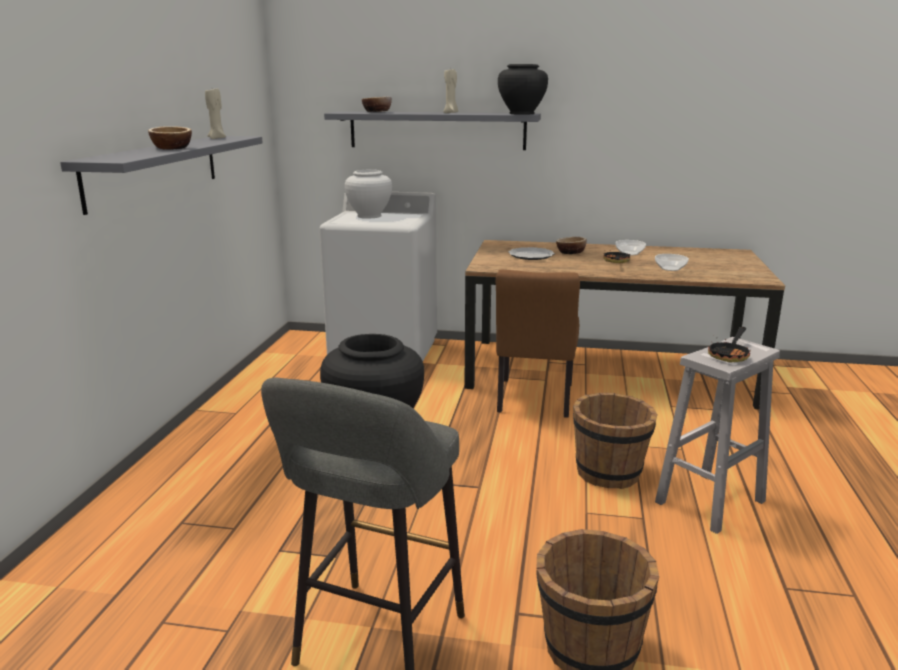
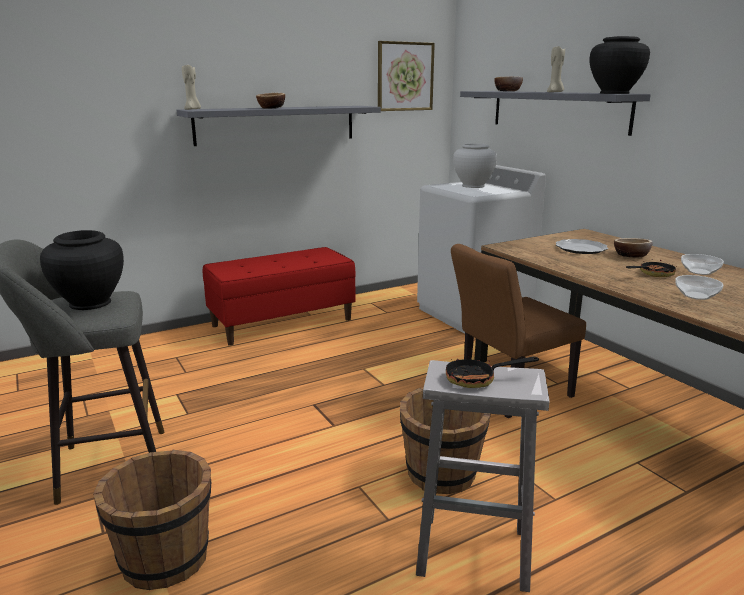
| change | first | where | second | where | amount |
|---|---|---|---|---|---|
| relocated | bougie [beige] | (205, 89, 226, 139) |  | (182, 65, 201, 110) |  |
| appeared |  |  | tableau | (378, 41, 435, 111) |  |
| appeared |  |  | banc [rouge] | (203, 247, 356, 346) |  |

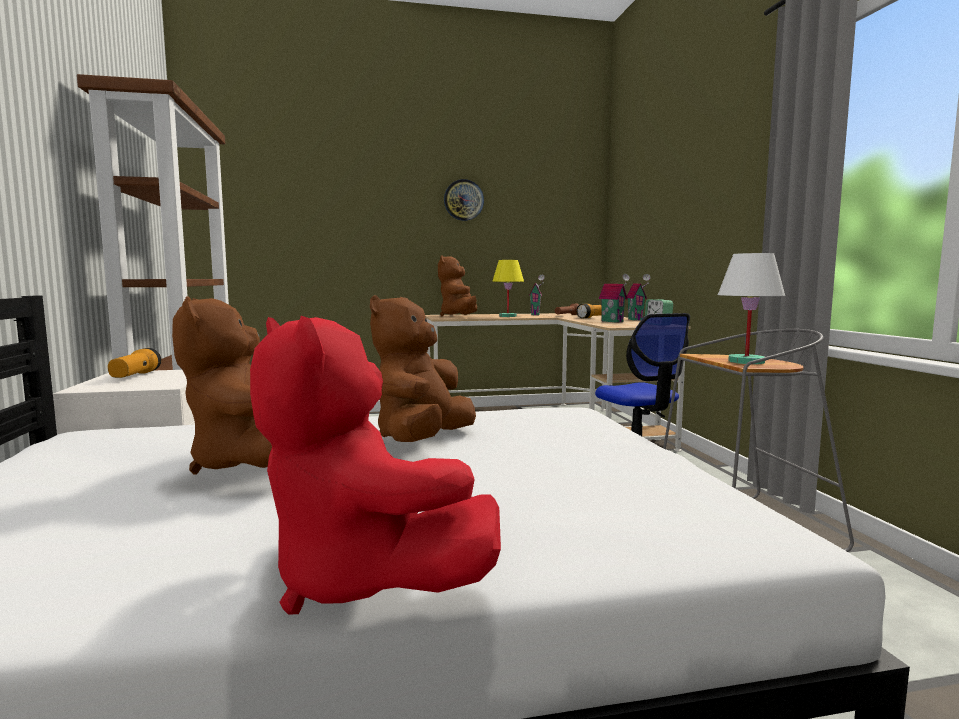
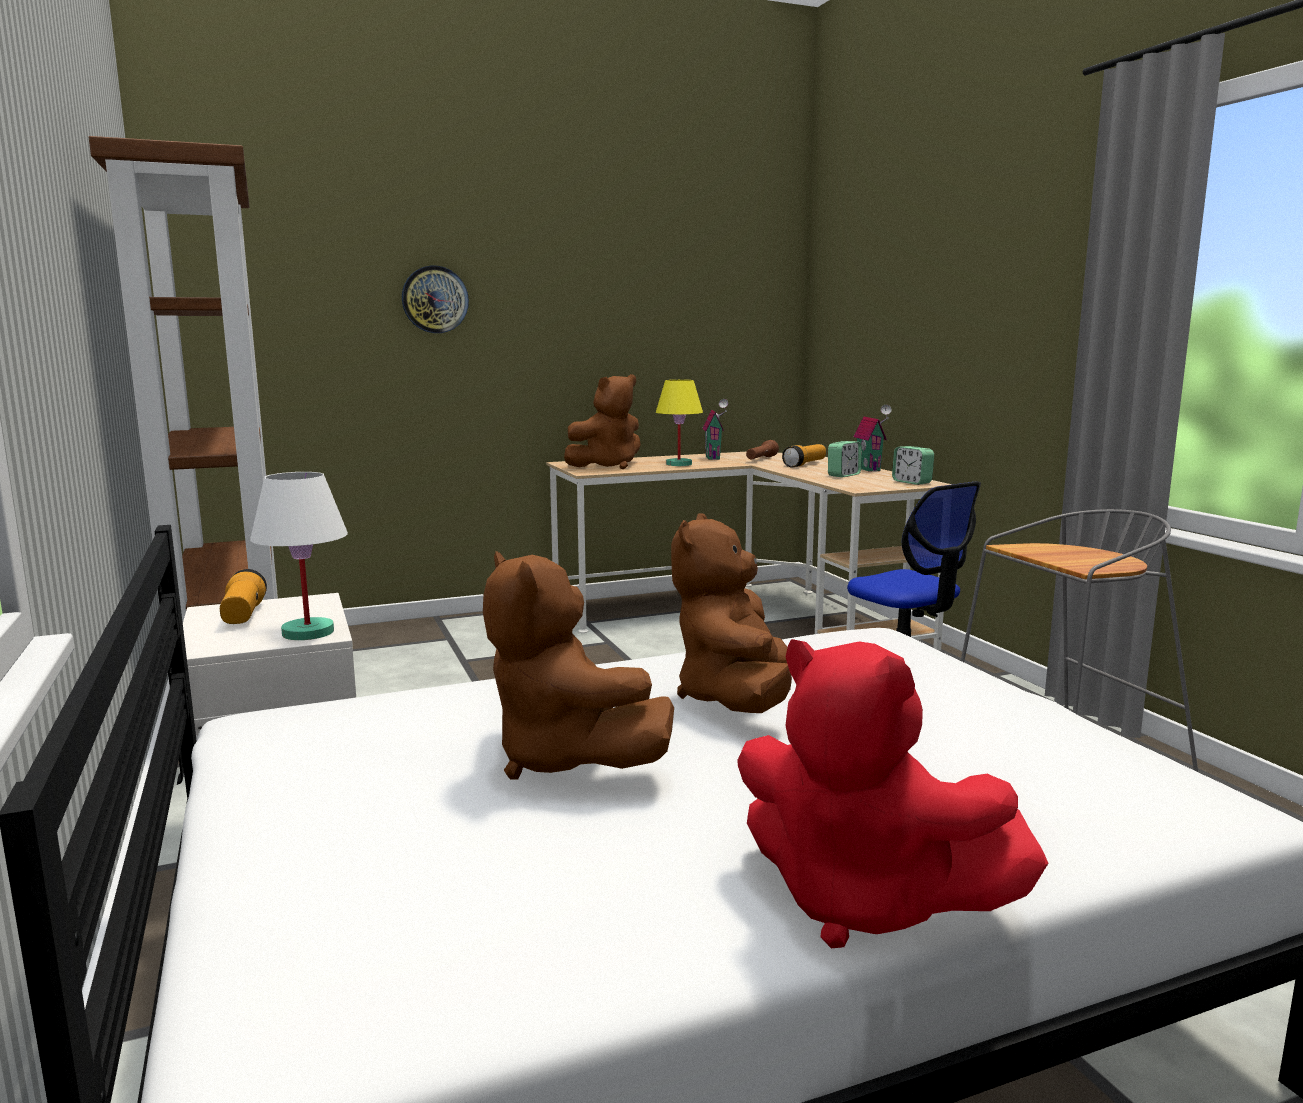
| change | first | where | second | where | amount |
|---|---|---|---|---|---|
| relocated | horloge murale | (444, 179, 484, 221) |  | (402, 266, 469, 333) |  |
| relocated | lampe de table [blanc] | (718, 253, 785, 364) |  | (250, 472, 348, 640) |  |
| spun | peluche [marron] | (438, 255, 477, 317) |  | (564, 374, 641, 469) | 120 degrees counterclockwise |
| exchanged | maison miniature | (599, 274, 630, 323) | réveil | (828, 441, 862, 477) |  |

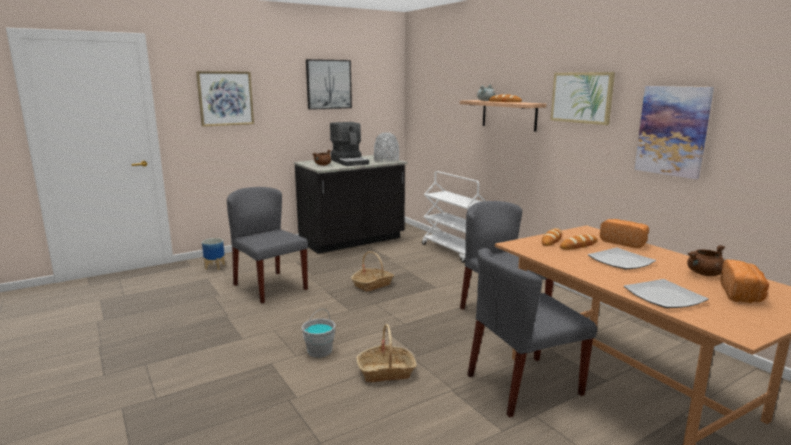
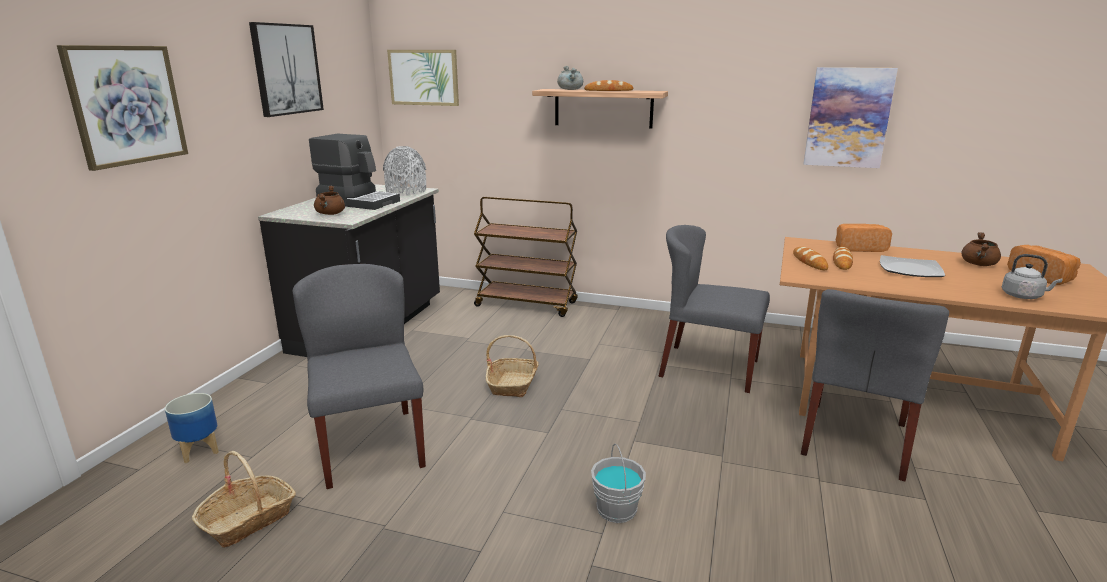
| change | first | where | second | where | amount |
|---|---|---|---|---|---|
| relocated | tableau | (551, 72, 615, 125) |  | (387, 50, 459, 106) |  |
| colour | chariot [blanc] | (422, 171, 486, 263) | chariot [marron] | (474, 197, 578, 317) |  |
| spun | chaise [gris] | (227, 187, 308, 303) |  | (292, 264, 426, 489) | 60 degrees clockwise |
| exchanged | assiette | (624, 279, 709, 308) | bouilloire [gris] | (1002, 254, 1063, 299) |  |
| relocated | panier | (356, 324, 417, 382) |  | (192, 451, 296, 548) |  |

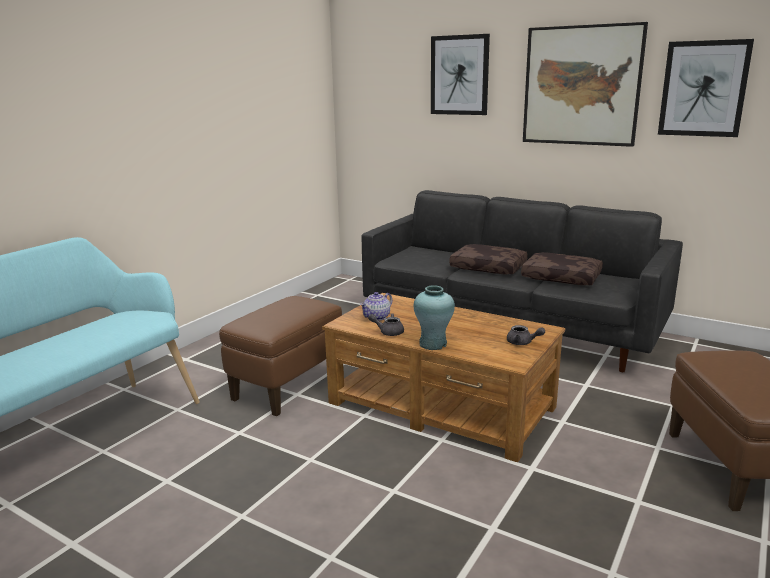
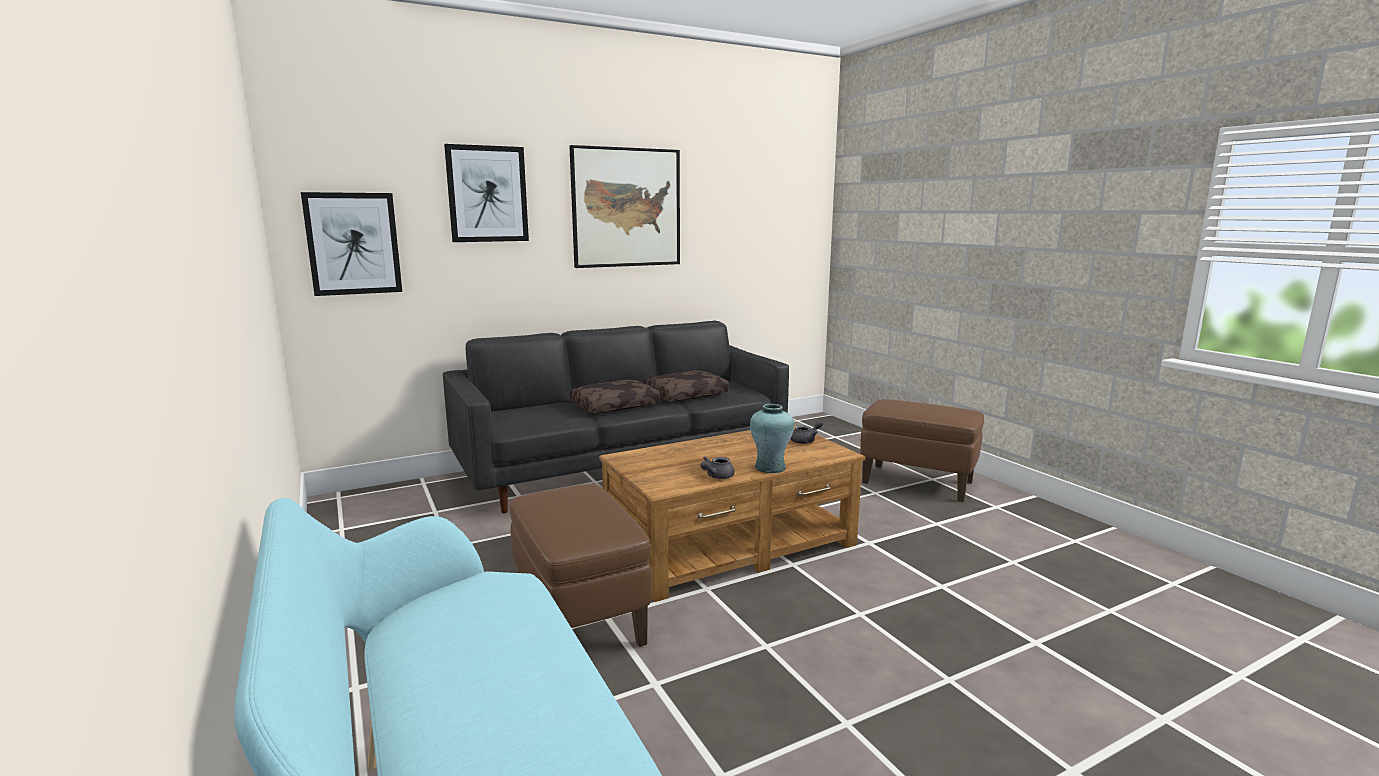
| change | first | where | second | where | amount |
|---|---|---|---|---|---|
| relocated | tableau | (658, 39, 754, 137) |  | (301, 192, 402, 296) |  |
| missing | théière | (360, 292, 392, 321) |  |  |  |

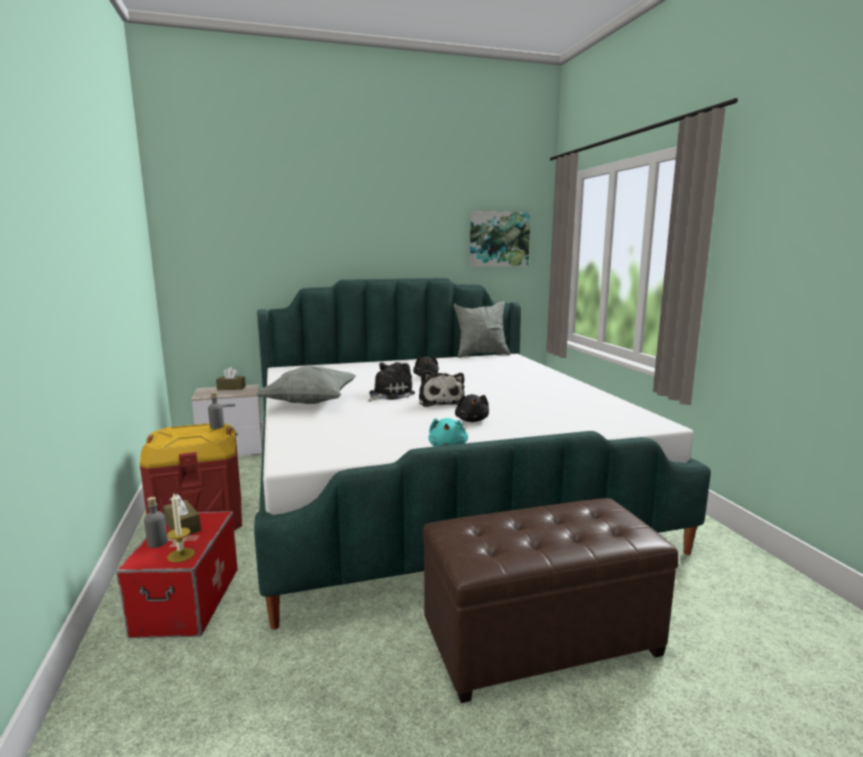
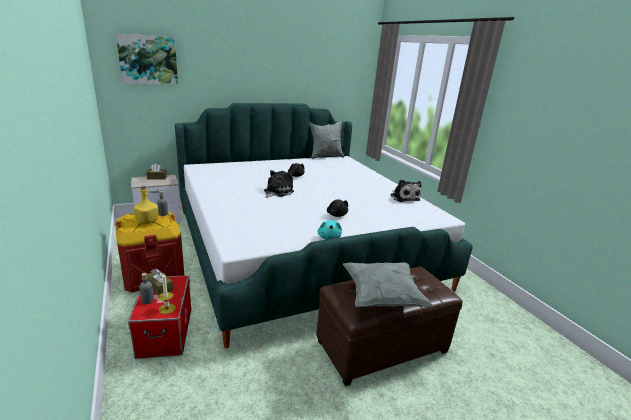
| change | first | where | second | where | amount |
|---|---|---|---|---|---|
| relocated | tableau | (470, 211, 531, 267) |  | (116, 33, 178, 85) |  |
| relocated | coussin [gris] | (256, 366, 356, 404) |  | (343, 262, 433, 307) |  |
| relocated | peluche | (419, 370, 465, 407) |  | (391, 180, 421, 202) |  |
| appeared |  |  | bouteille [jaune] | (133, 186, 158, 224) |  |

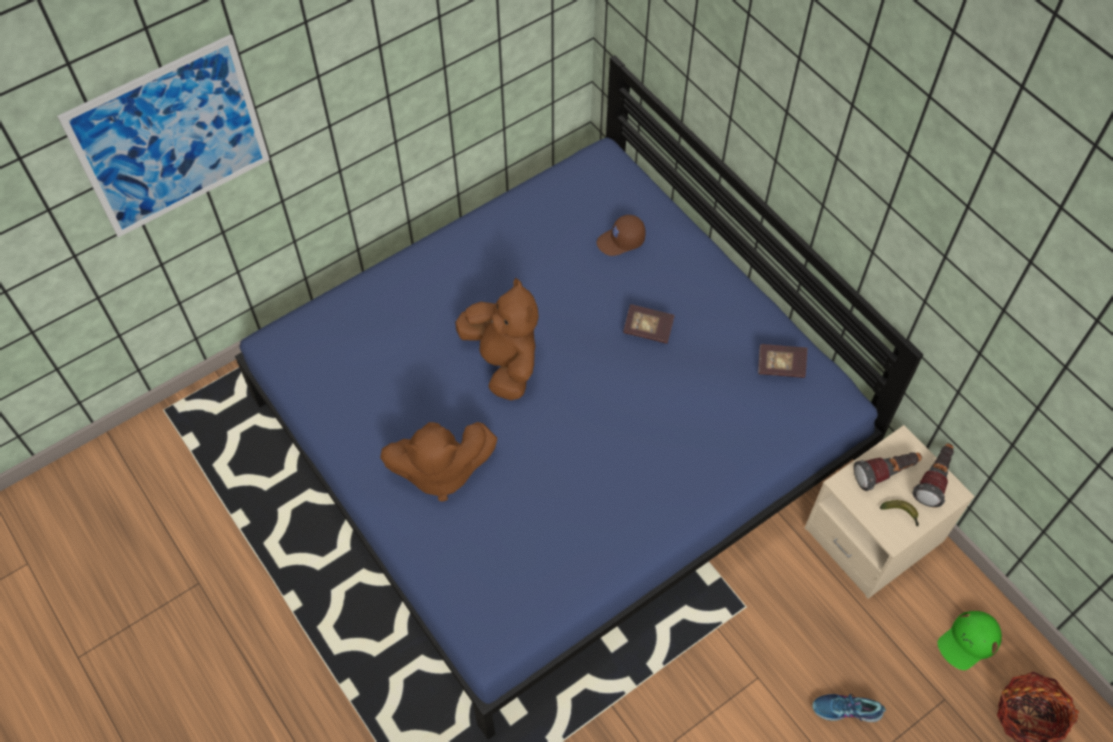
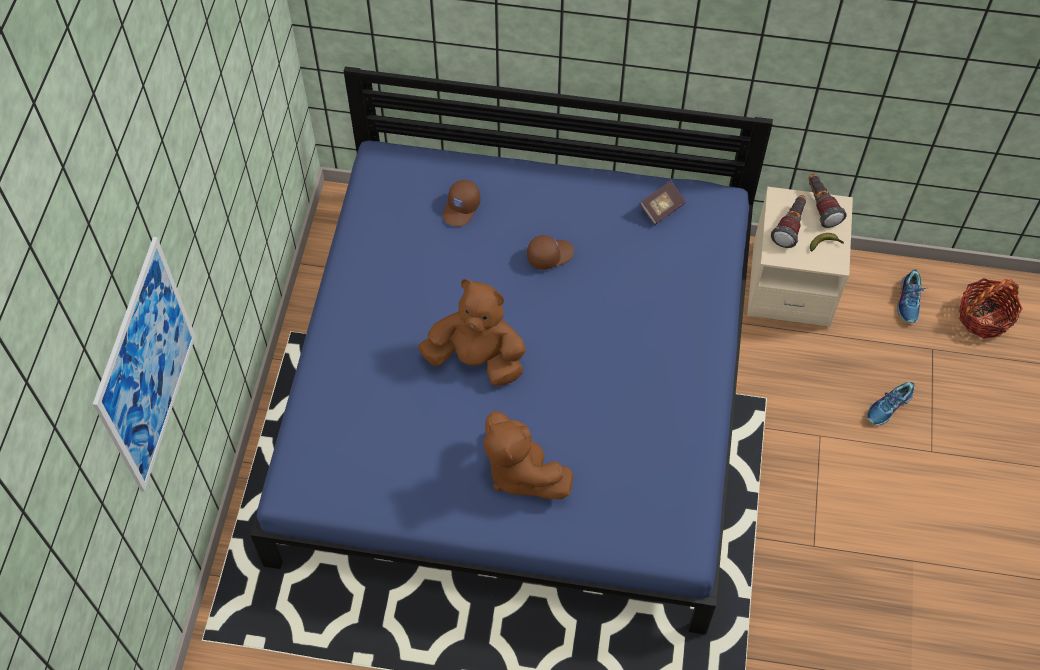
| change | first | where | second | where | amount |
|---|---|---|---|---|---|
| exchanged | livre | (623, 304, 675, 344) | casquette [marron] | (527, 235, 574, 270) |  |
| spun | peluche [marron] | (380, 422, 497, 502) |  | (484, 411, 573, 499) | 105 degrees clockwise |
| exchanged | casquette [vert] | (937, 611, 1002, 670) | chaussure | (897, 269, 926, 323) |  |

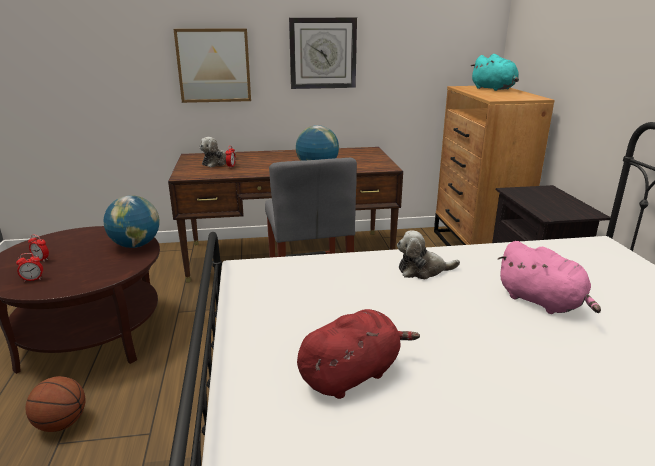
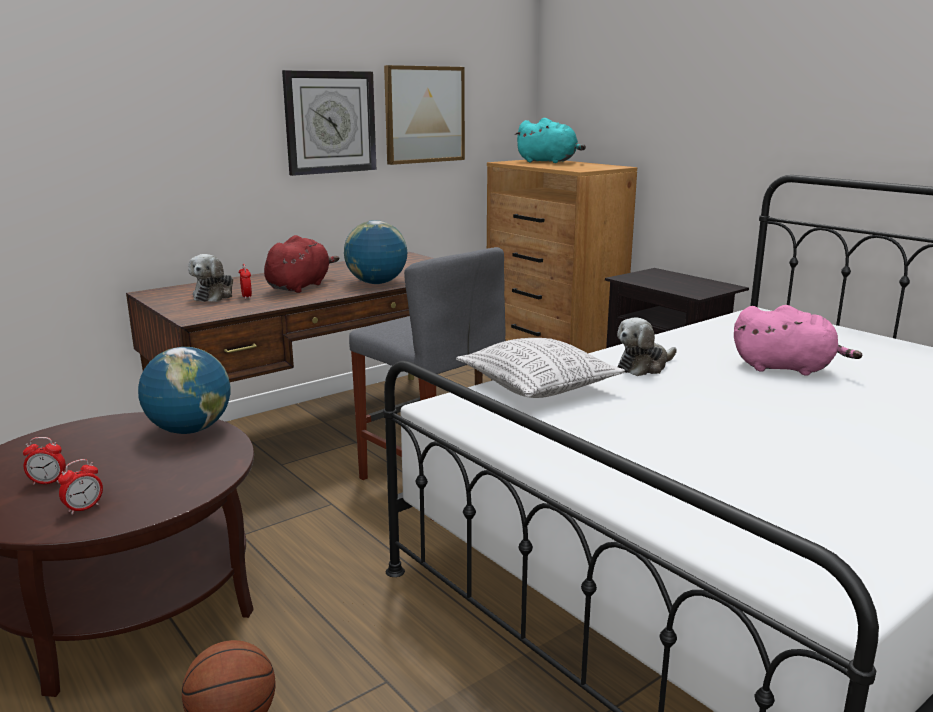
| change | first | where | second | where | amount |
|---|---|---|---|---|---|
| relocated | tableau | (174, 28, 251, 103) |  | (384, 65, 465, 165) |  |
| relocated | peluche [rouge] | (297, 309, 420, 399) |  | (264, 235, 339, 293) |  |
| appeared |  |  | coussin | (456, 338, 625, 398) |  |

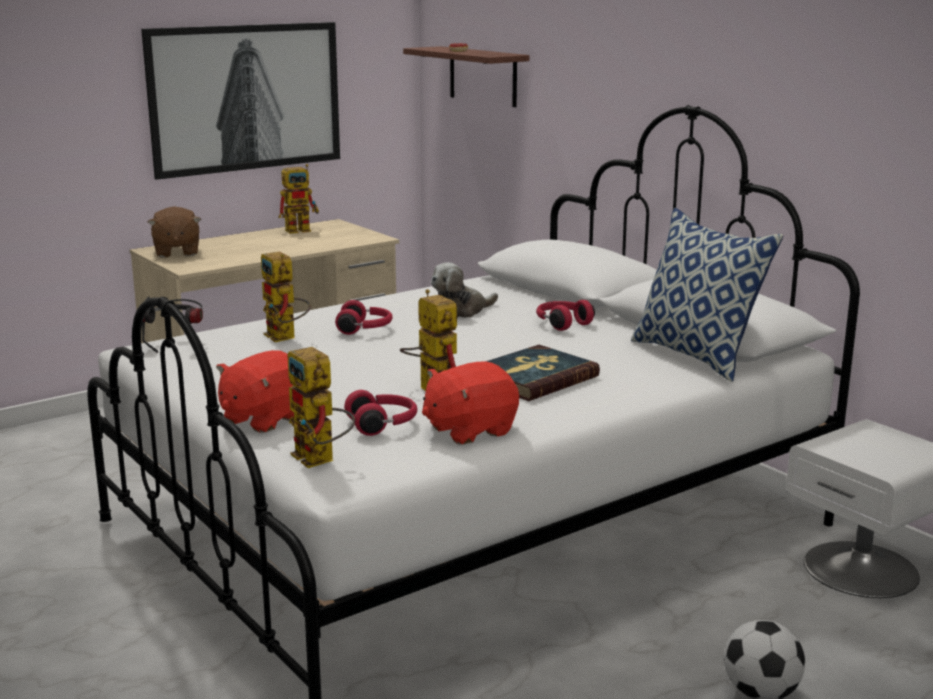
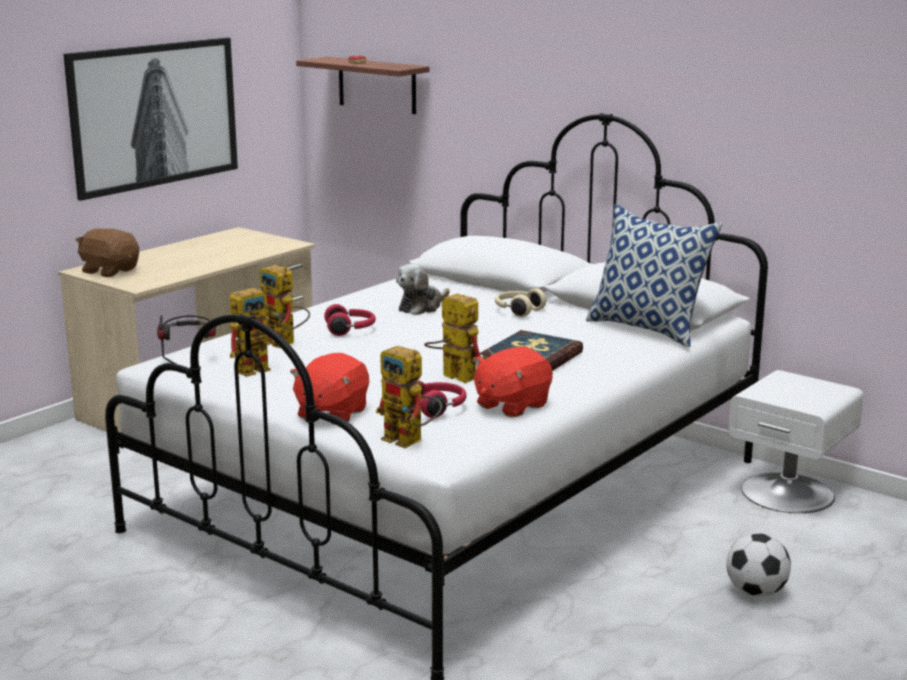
| change | first | where | second | where | amount |
|---|---|---|---|---|---|
| relocated | robot jouet | (279, 164, 319, 234) |  | (230, 284, 278, 377) |  |
| spun | peluche [marron] | (148, 206, 201, 258) |  | (76, 228, 139, 277) | 150 degrees clockwise |
| colour | casque audio [rouge] | (536, 300, 595, 331) | casque audio [beige] | (495, 288, 546, 317) |  |

